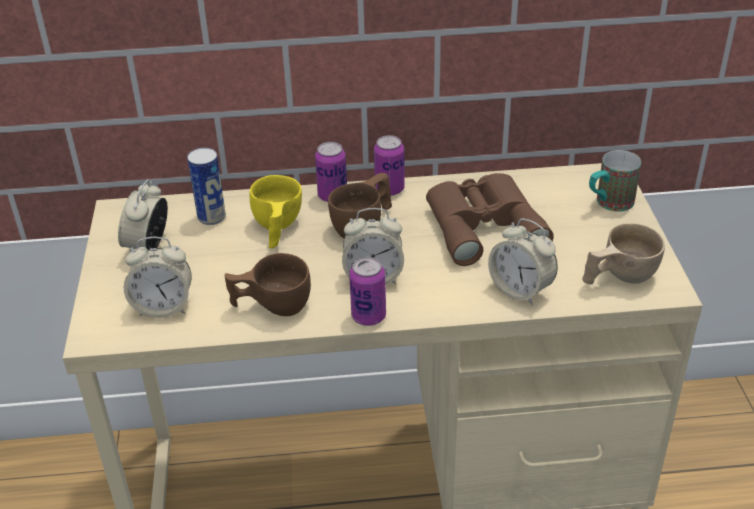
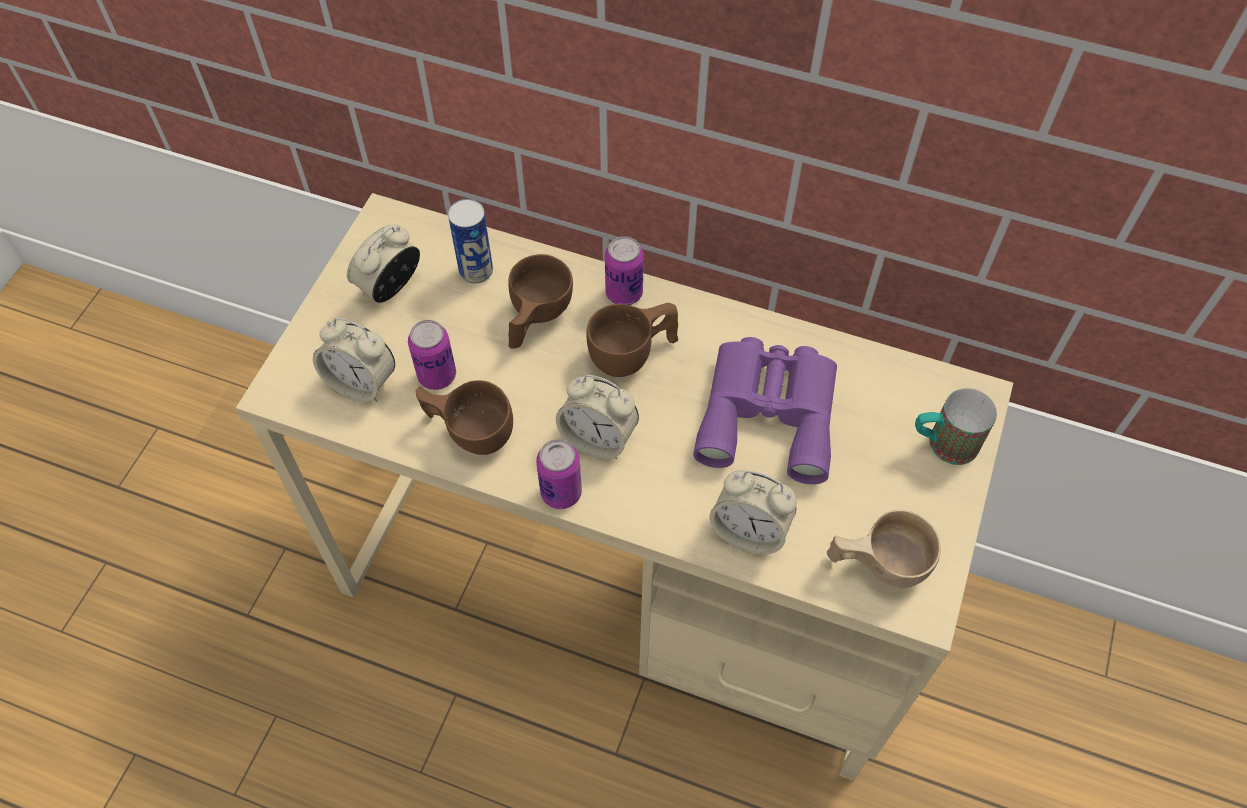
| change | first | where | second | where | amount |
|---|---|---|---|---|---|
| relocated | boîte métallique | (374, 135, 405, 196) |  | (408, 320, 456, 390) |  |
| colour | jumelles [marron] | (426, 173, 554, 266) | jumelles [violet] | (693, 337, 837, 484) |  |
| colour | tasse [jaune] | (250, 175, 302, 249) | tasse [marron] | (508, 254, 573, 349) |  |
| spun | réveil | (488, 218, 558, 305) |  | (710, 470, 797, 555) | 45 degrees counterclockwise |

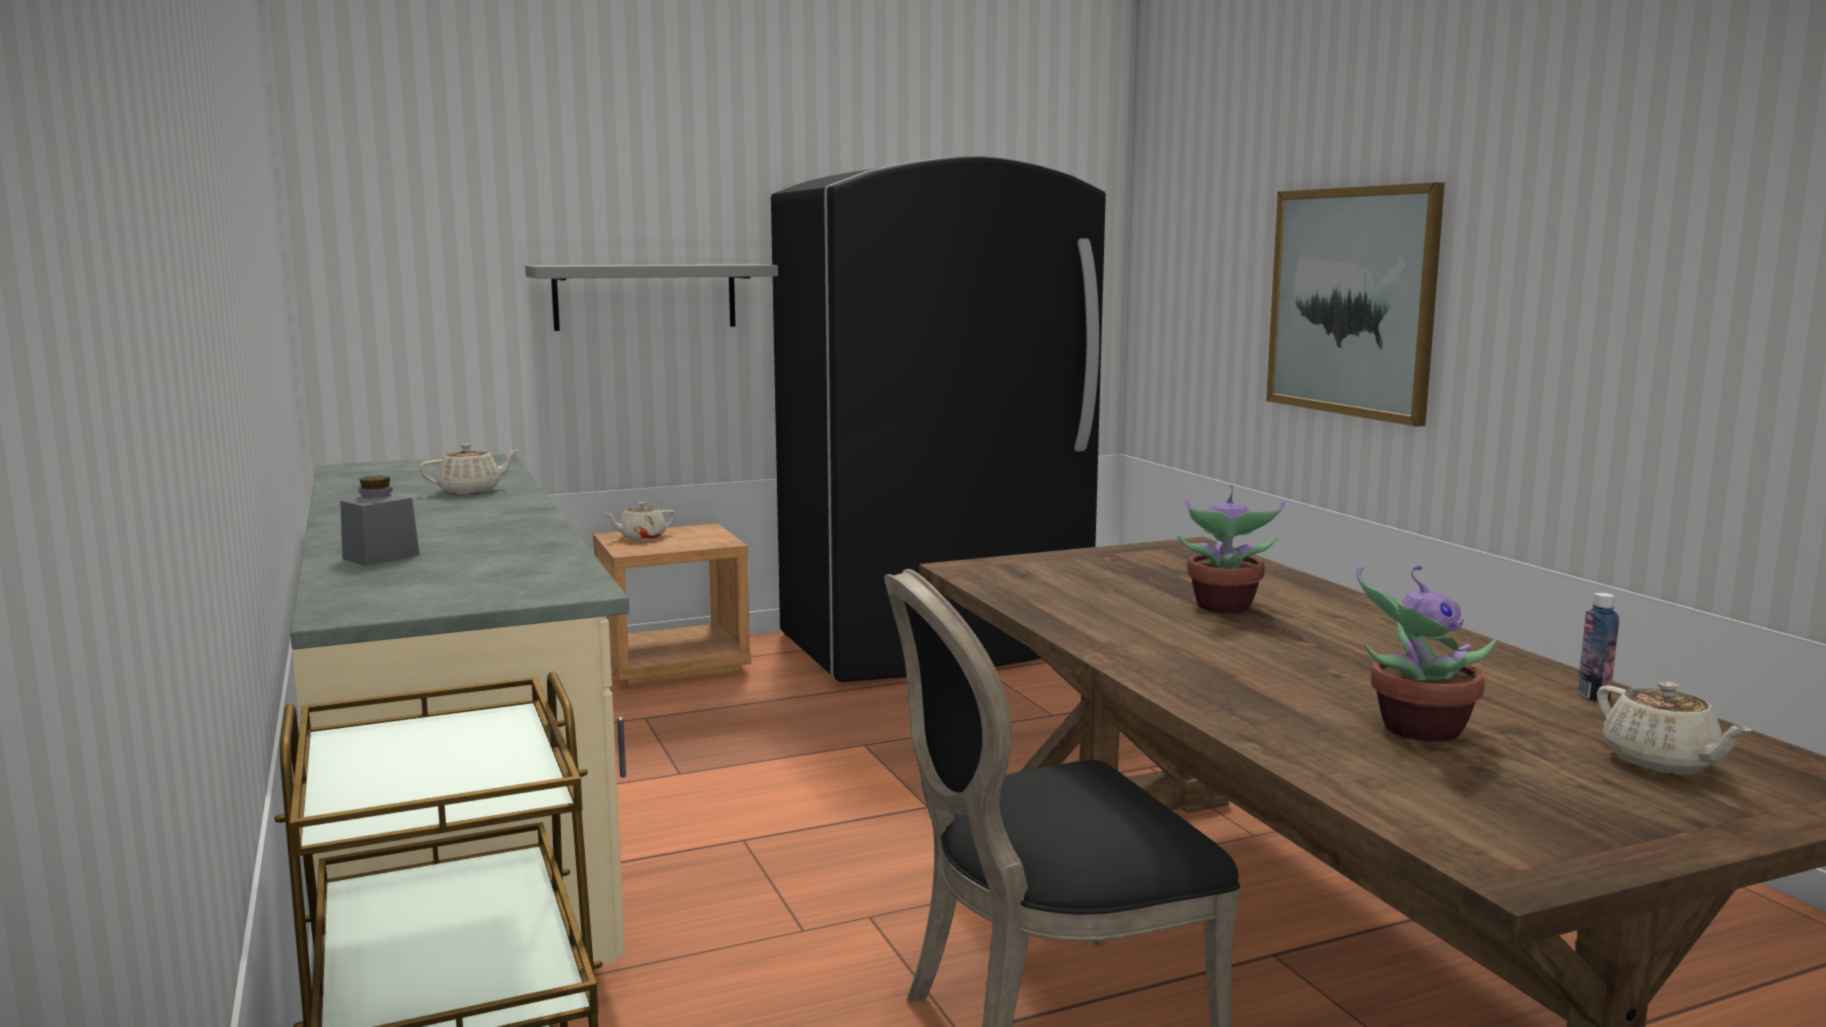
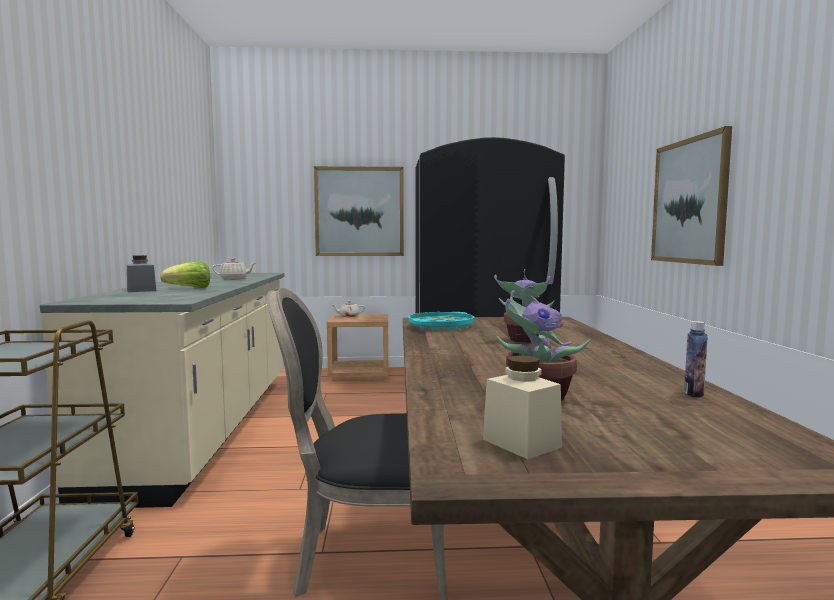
| change | first | where | second | where | amount |
|---|---|---|---|---|---|
| exchanged | étagère [gris] | (525, 264, 778, 331) | tableau | (314, 166, 404, 256) |  |
| missing | théière [beige] | (1597, 681, 1751, 775) |  |  |  |
| appeared |  |  | laitue | (160, 261, 210, 288) |  |
| appeared |  |  | plateau [turquoise] | (408, 312, 475, 330) |  |
| appeared |  |  | bocal [beige] | (483, 355, 562, 459) |  |

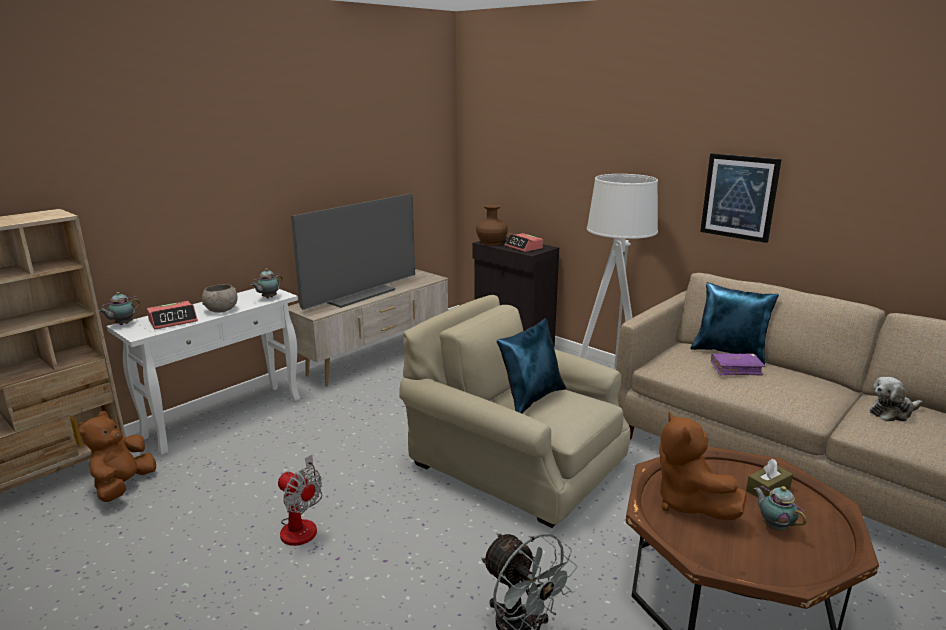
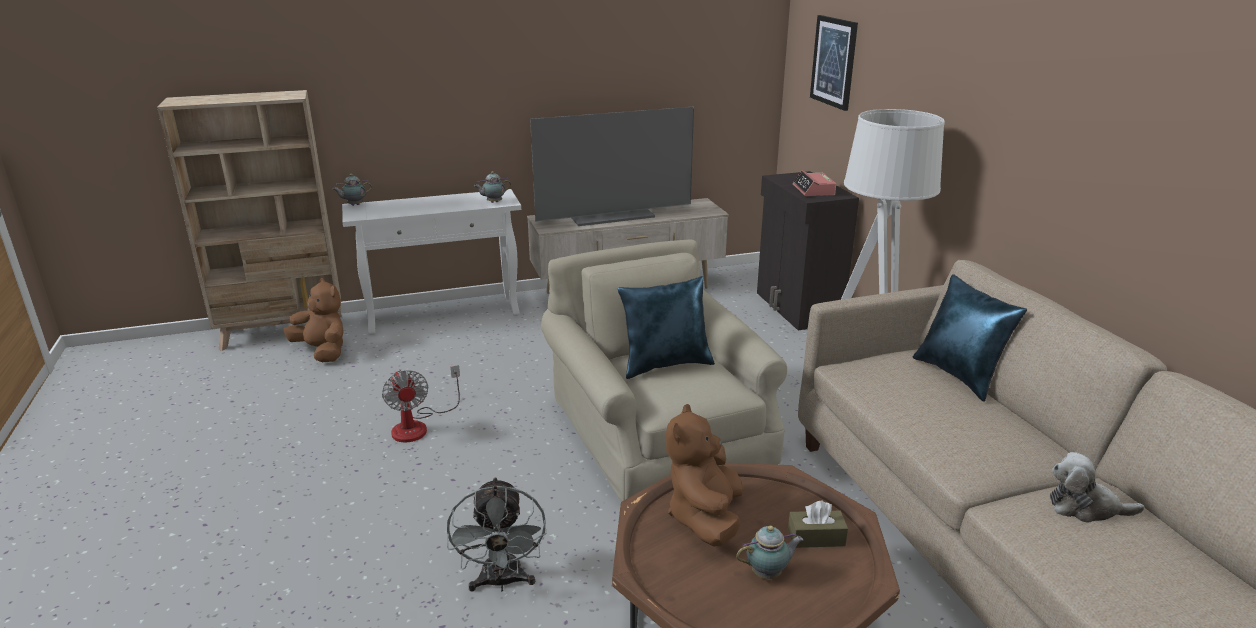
| change | first | where | second | where | amount |
|---|---|---|---|---|---|
| relocated | tableau | (700, 153, 782, 243) |  | (810, 15, 858, 111) |  |
| missing | vase [marron] | (476, 204, 508, 245) |  |  |  |
| missing | bol [gris] | (202, 284, 237, 313) |  |  |  |
| missing | réveil | (147, 301, 198, 329) |  |  |  |
| missing | livre [violet] | (711, 353, 765, 375) |  |  |  |
| spun | peluche [marron] | (78, 411, 156, 502) |  | (283, 278, 344, 362) | 90 degrees clockwise |
| spun | théière | (754, 486, 807, 531) |  | (736, 525, 803, 579) | 75 degrees clockwise |

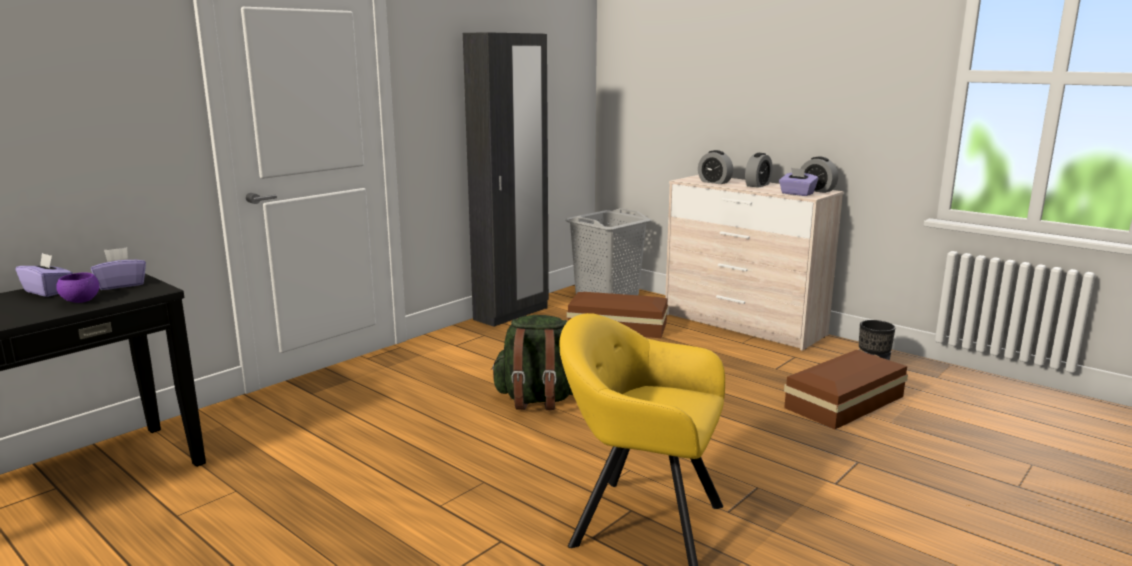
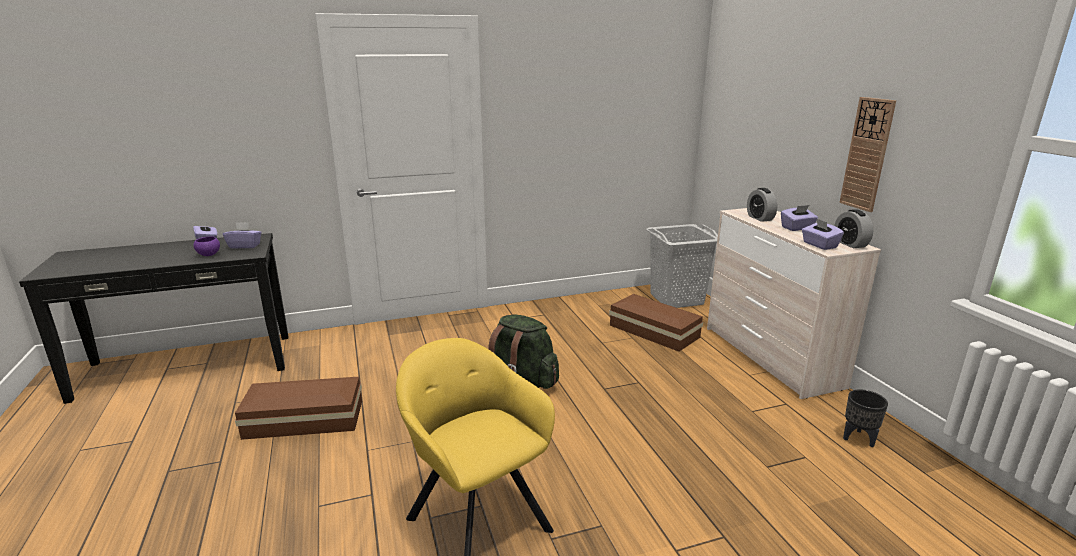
| change | first | where | second | where | amount |
|---|---|---|---|---|---|
| missing | armoire [noir] | (463, 32, 549, 327) |  |  |  |
| exchanged | réveil | (745, 153, 773, 188) | boîte à mouchoirs [violet] | (781, 205, 818, 231) |  |
| relocated | boîte de rangement [marron] | (784, 350, 908, 429) |  | (235, 377, 362, 440) |  |
| appeared |  |  | horloge murale | (839, 97, 896, 212) |  |

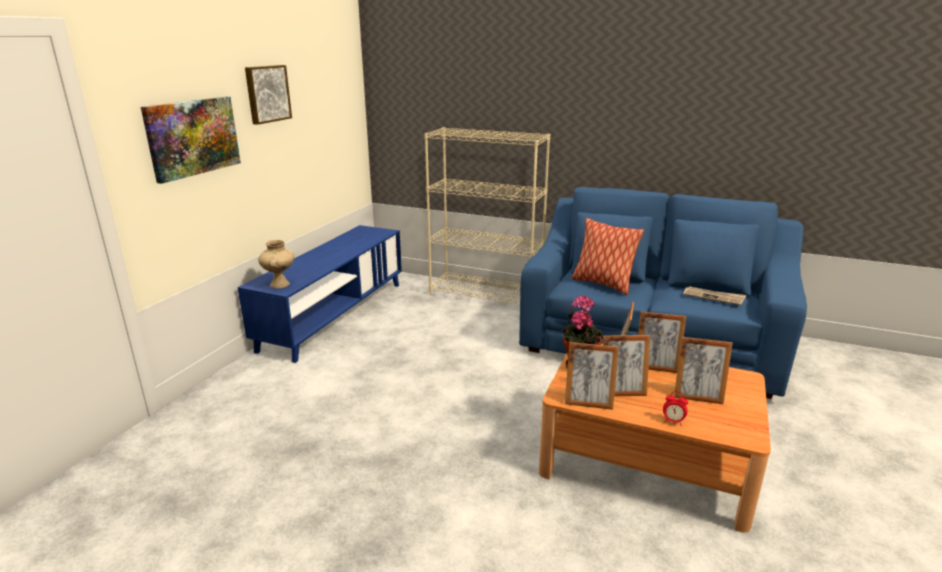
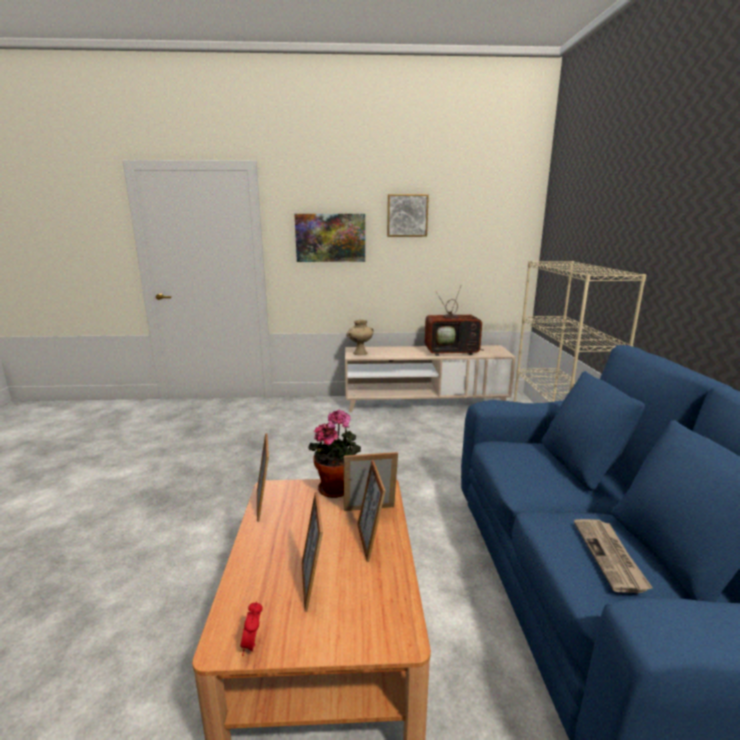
| change | first | where | second | where | amount |
|---|---|---|---|---|---|
| missing | coussin | (572, 218, 644, 295) |  |  |  |
| colour | meuble télé [bleu] | (238, 225, 402, 363) | meuble télé [beige] | (345, 345, 516, 412) |  |
| missing | cadre photo | (603, 335, 650, 396) |  |  |  |
| relocated | réveil | (663, 391, 688, 426) |  | (240, 601, 263, 656) |  |
| appeared |  |  | téléviseur | (425, 287, 485, 356) |  |

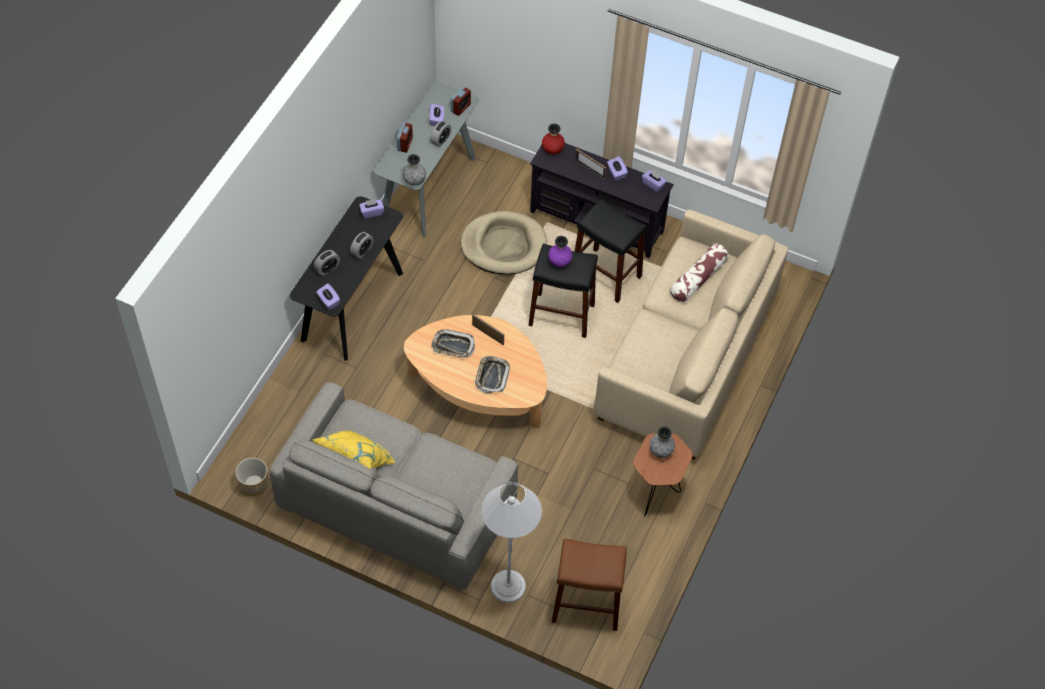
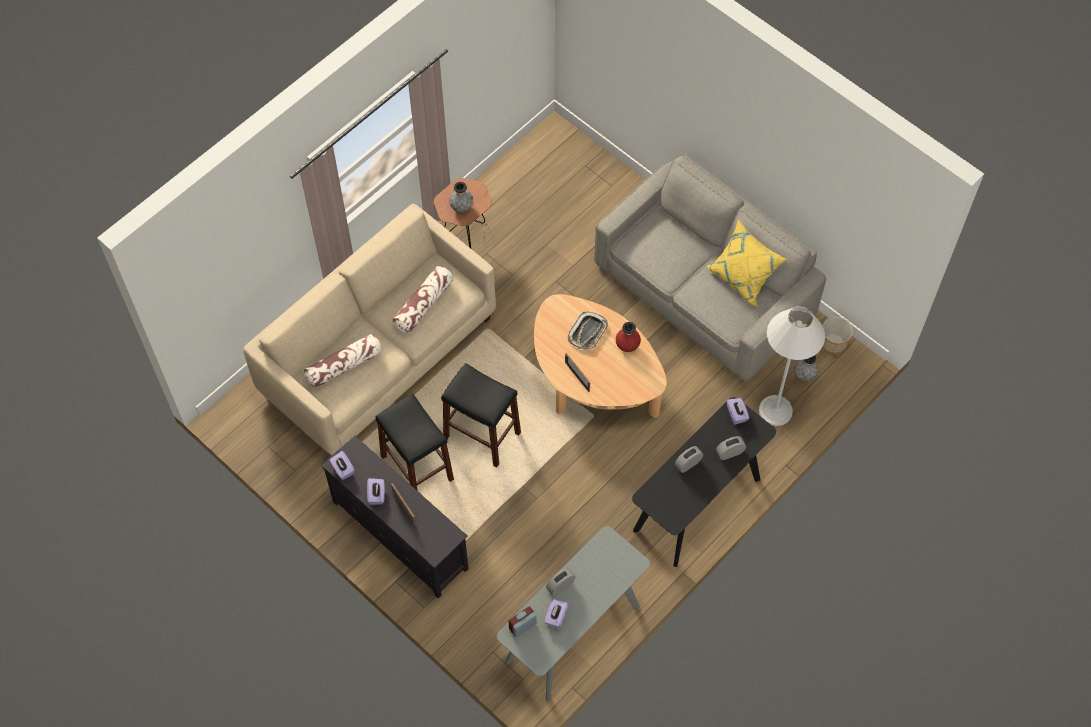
| change | first | where | second | where | amount |
|---|---|---|---|---|---|
| missing | réveil | (397, 122, 413, 153) |  |  |  |
| relocated | vase [rouge] | (542, 124, 565, 154) |  | (616, 322, 641, 352) |  |
| relocated | vase [gris] | (403, 154, 426, 185) |  | (794, 356, 819, 381) |  |
| missing | boîte à mouchoirs [violet] | (359, 199, 384, 219) |  |  |  |
| missing | panier pour chien [beige] | (461, 211, 547, 275) |  |  |  |
| missing | vase [violet] | (548, 236, 572, 267) |  |  |  |
| missing | plateau | (431, 329, 475, 358) |  |  |  |
| relocated | lampadaire [blanc] | (481, 482, 542, 603) |  | (759, 306, 825, 426) |  |
| missing | tabouret [marron] | (552, 538, 627, 631) |  |  |  |
| appeared |  |  | coussin | (392, 266, 454, 333) |  |

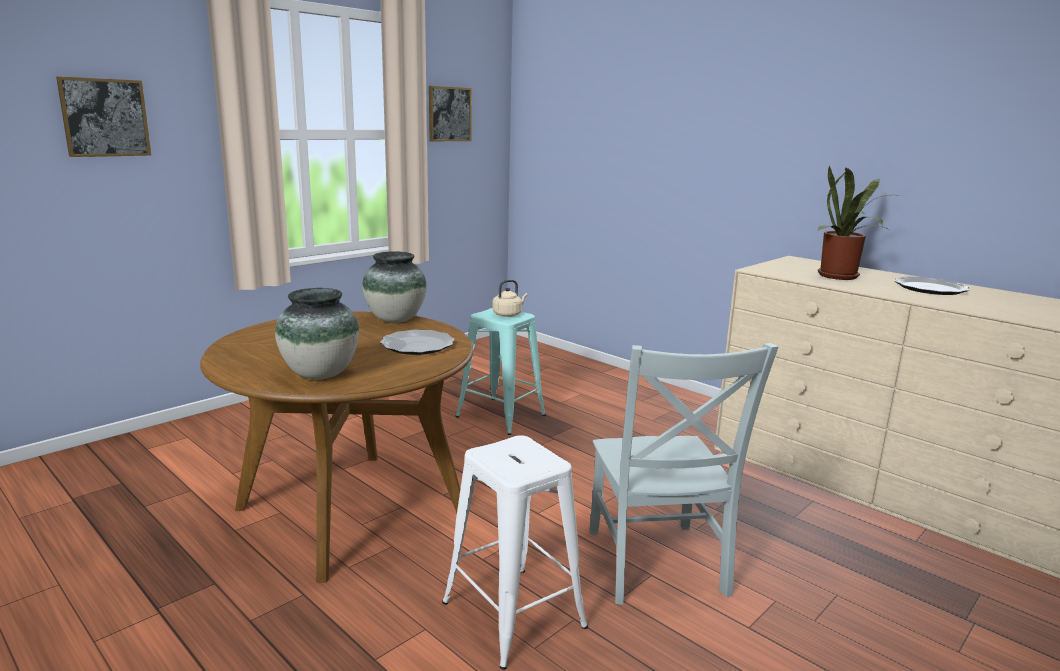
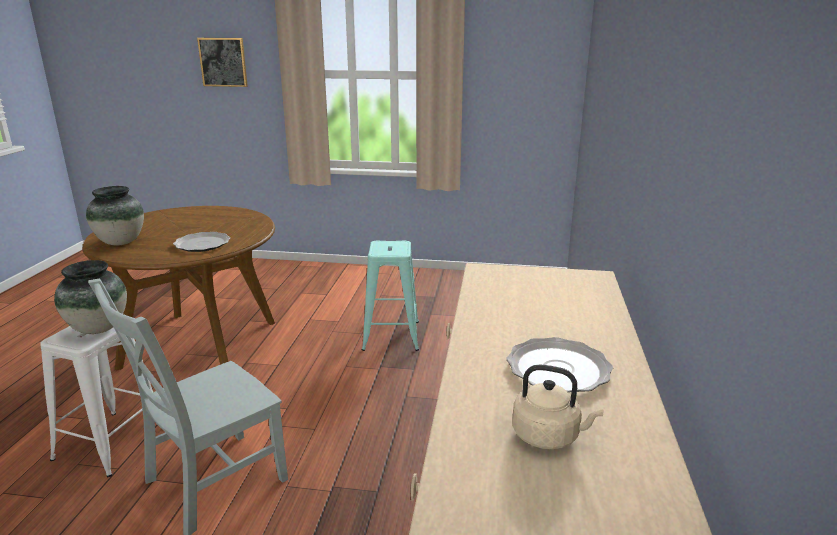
| change | first | where | second | where | amount |
|---|---|---|---|---|---|
| missing | tableau | (429, 86, 472, 141) |  |  |  |
| missing | plante en pot | (817, 166, 895, 280) |  |  |  |
| relocated | vase | (362, 251, 427, 323) |  | (54, 260, 127, 334) |  |
| relocated | bouilloire [beige] | (493, 280, 528, 317) |  | (512, 364, 603, 449) |  |

